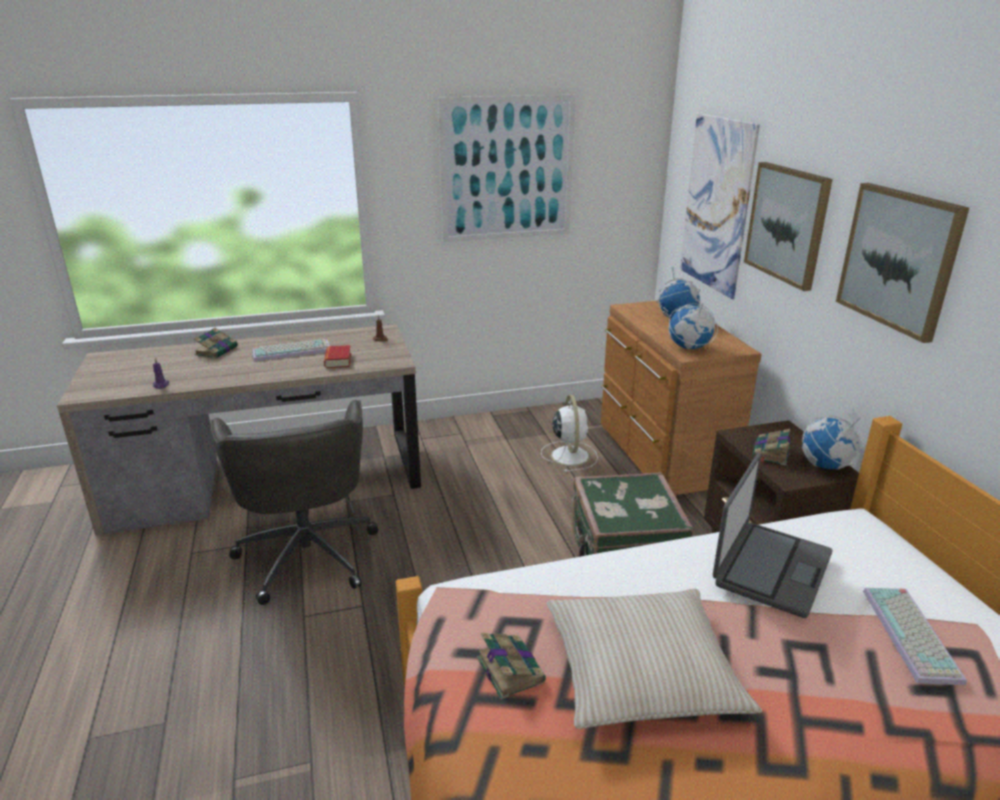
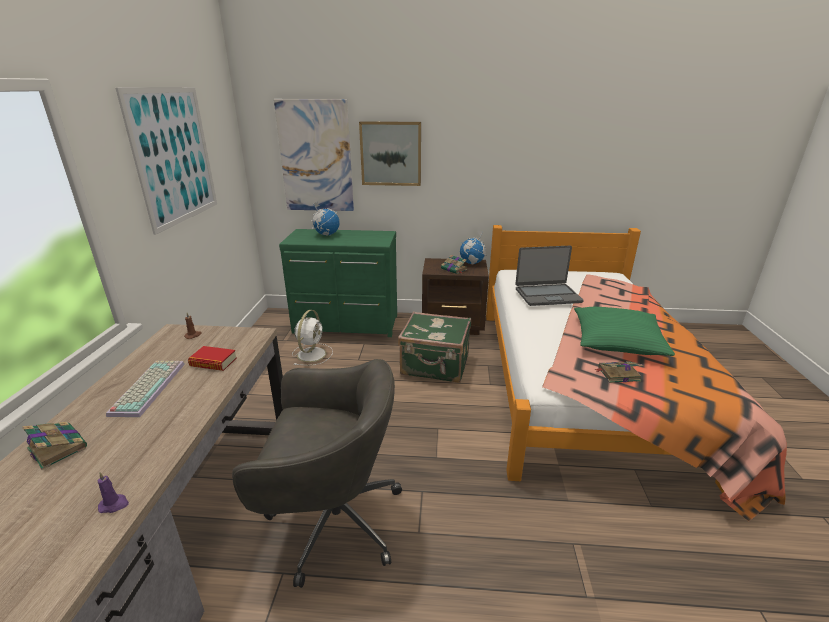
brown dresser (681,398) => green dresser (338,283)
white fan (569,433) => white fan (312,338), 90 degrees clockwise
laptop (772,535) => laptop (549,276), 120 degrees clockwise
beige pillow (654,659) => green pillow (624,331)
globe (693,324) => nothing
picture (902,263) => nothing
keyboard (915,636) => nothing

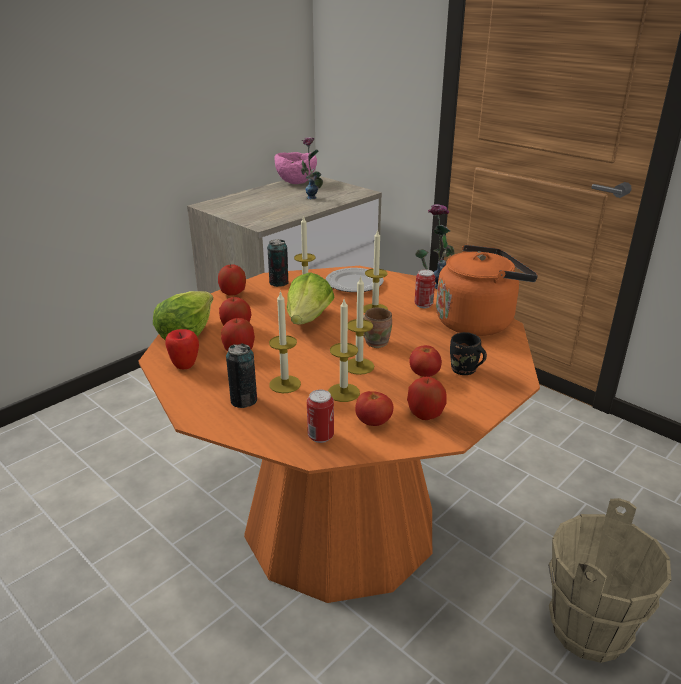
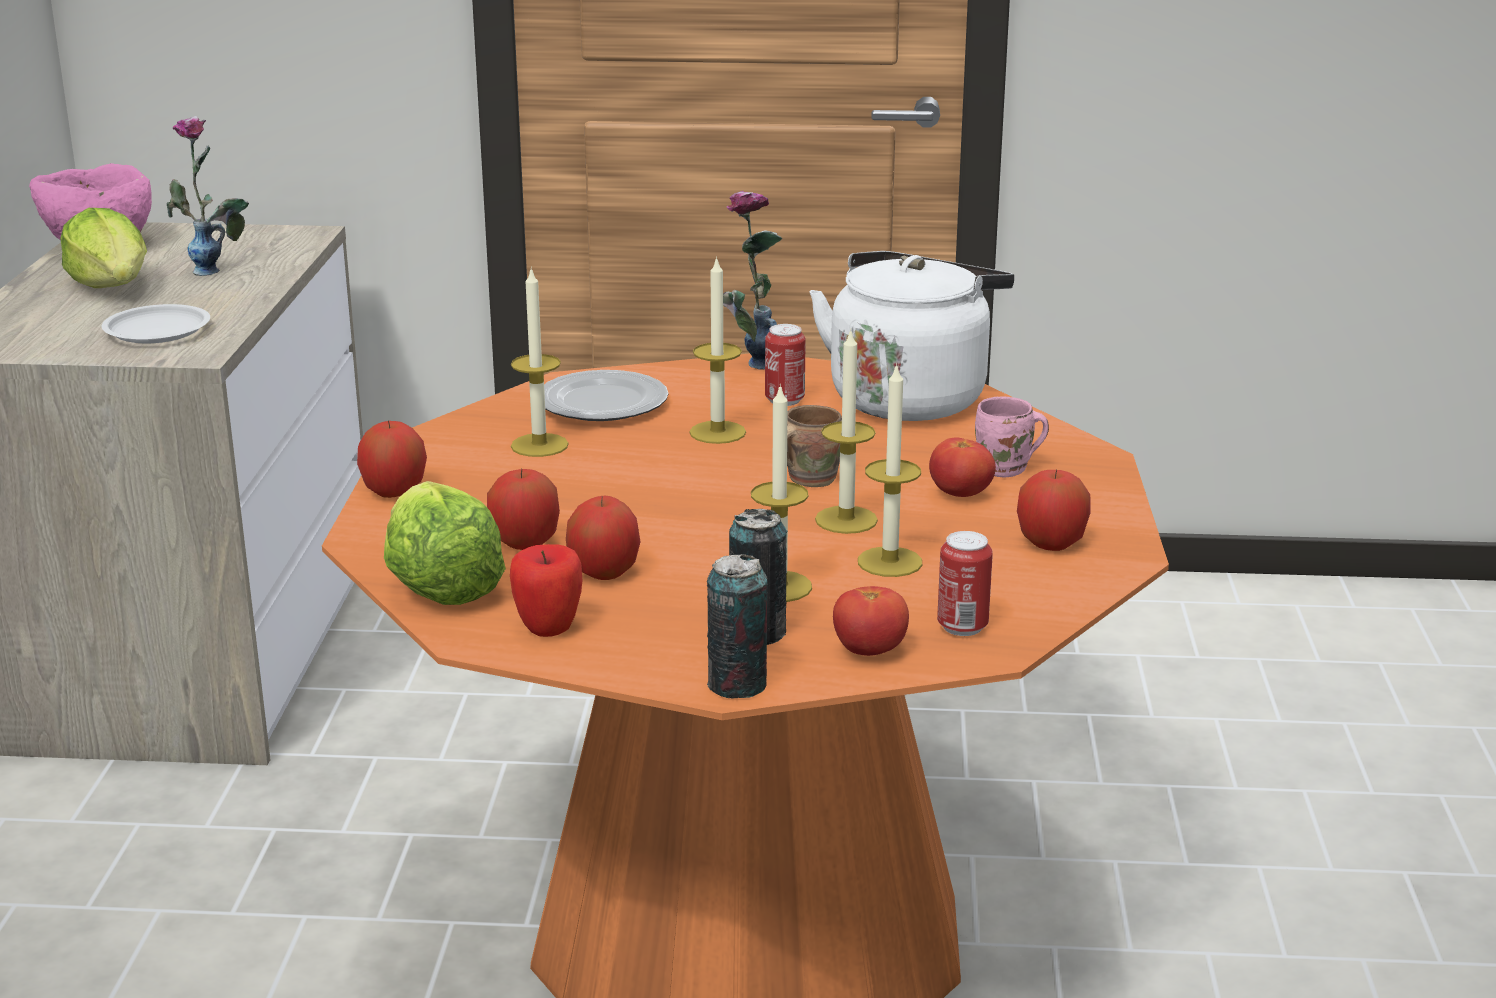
lettuce (310,298) => lettuce (103,248), move
nothing => white plate (156,323)
can (278,263) => can (737,626), move
orange kettle (487,290) => white kettle (912,336)
tomato (374,408) => tomato (871,621), move
black mug (468,353) => pink mug (1012,437)
beige bucket (609,580) => nothing

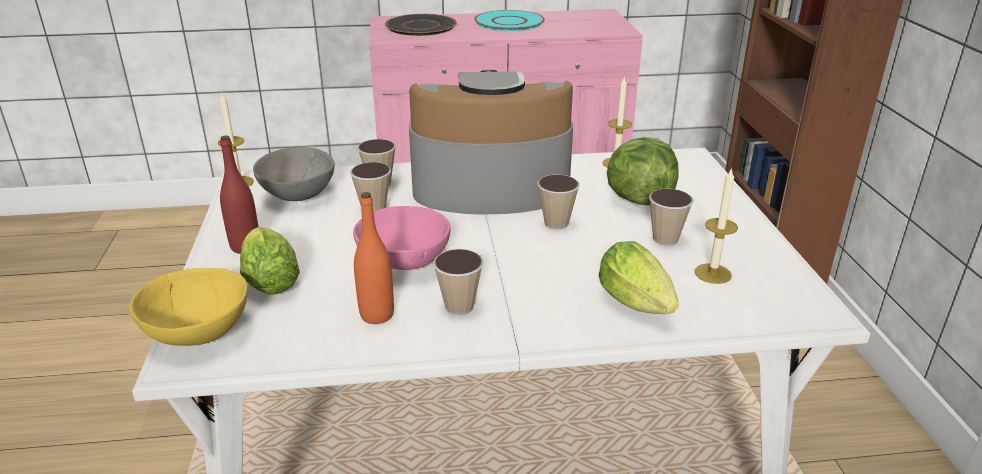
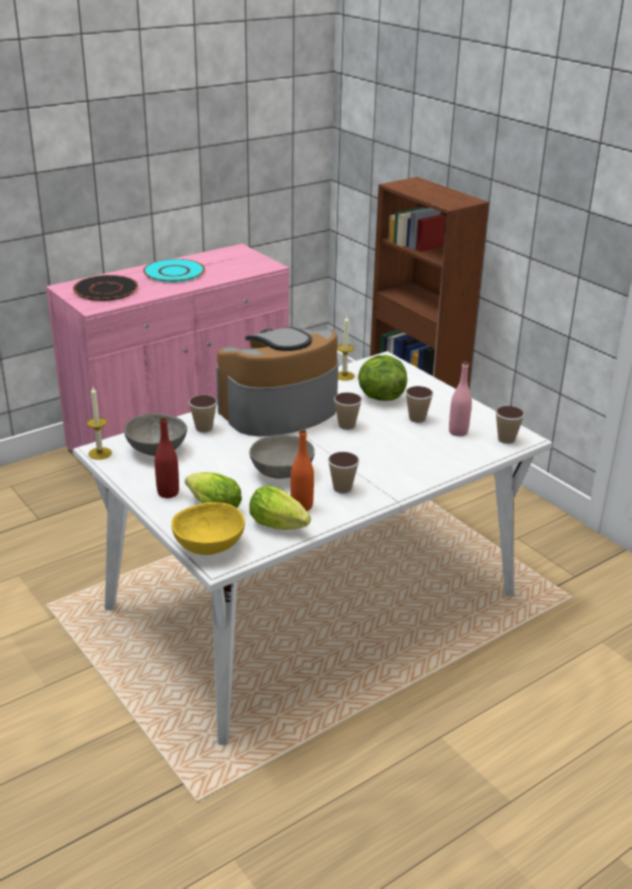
pink bowl (402,238) => grey bowl (282,457)
lettuce (639,277) => lettuce (280,507), move
candle (716,225) => pink bottle (460,398)
cup (370,187) => cup (510,425), move

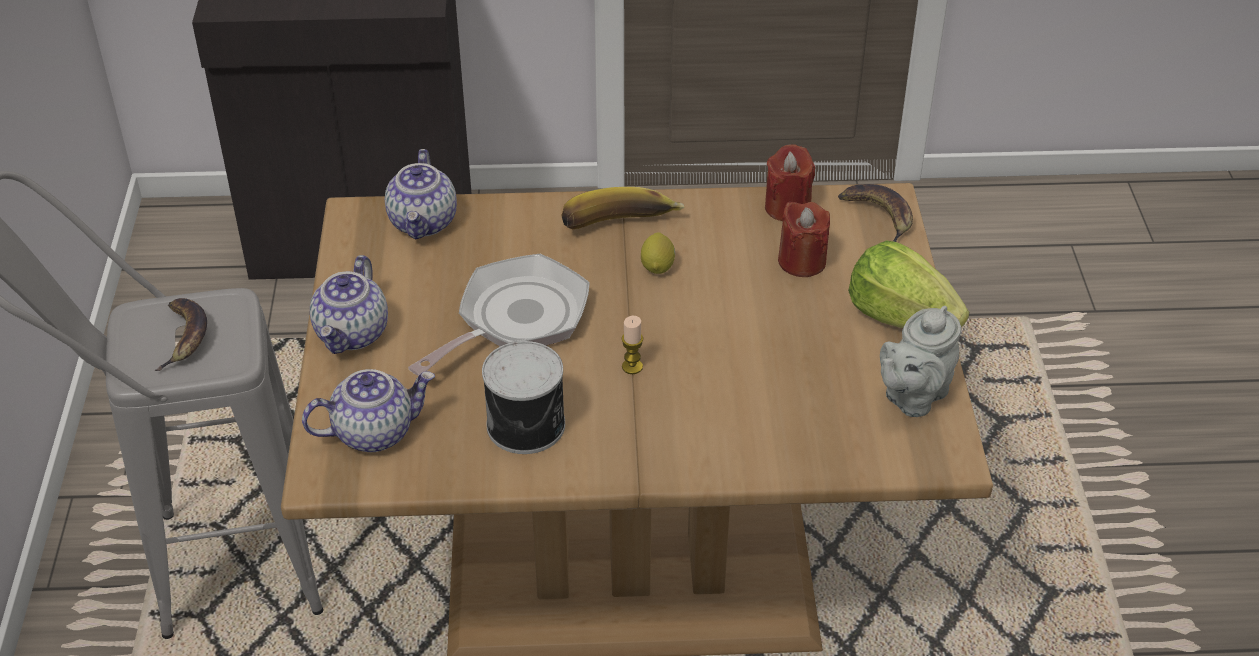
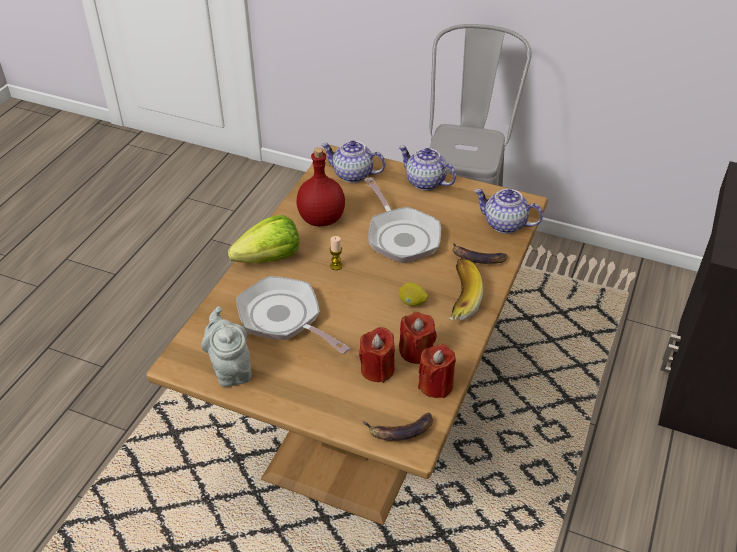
lettuce (908,284) => lettuce (263,239), move
nothing => frying pan (293,315)
can (523,397) => red bottle (320,186)
teapot (368,410) => teapot (353,161), 105 degrees clockwise
nothing => red candle (418,338)
banana (181,334) => banana (480,253), move

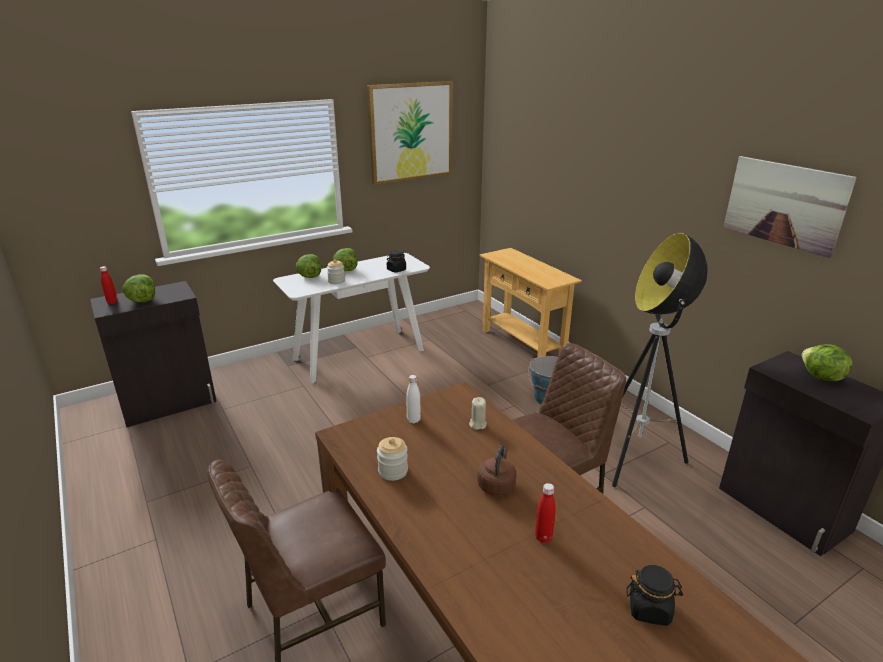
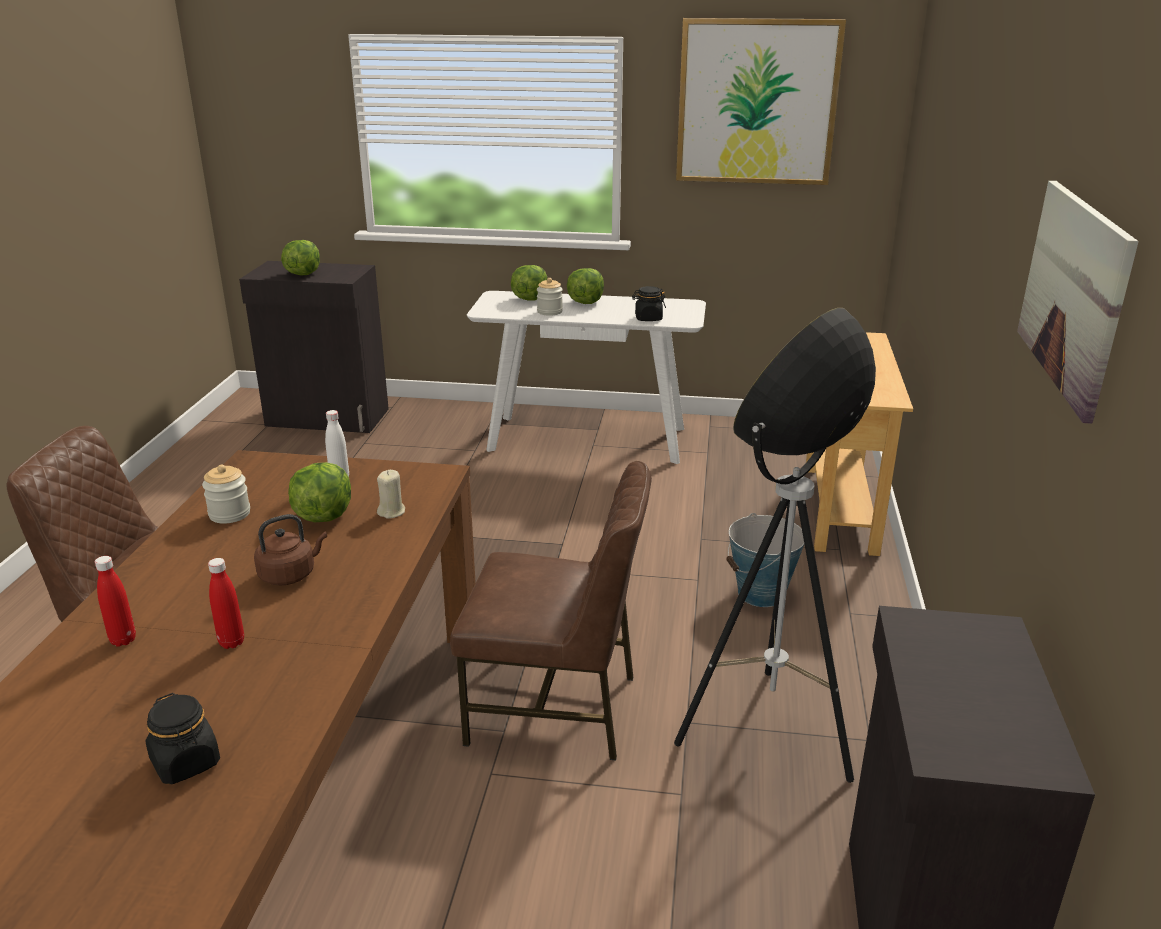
red bottle (109,285) => red bottle (115,601), move
lettuce (827,362) => lettuce (319,492), move

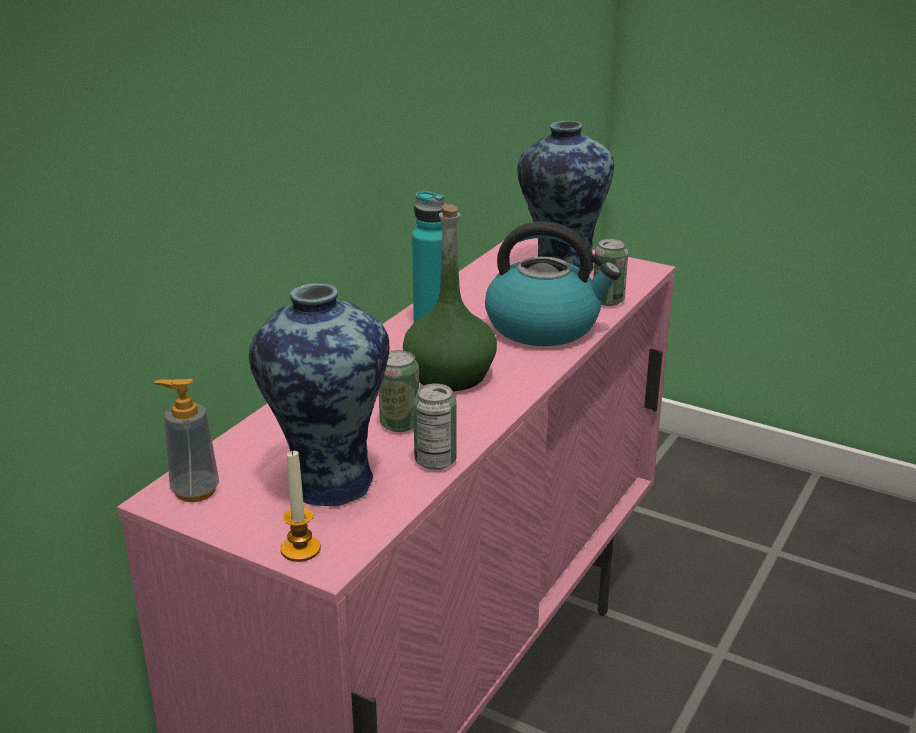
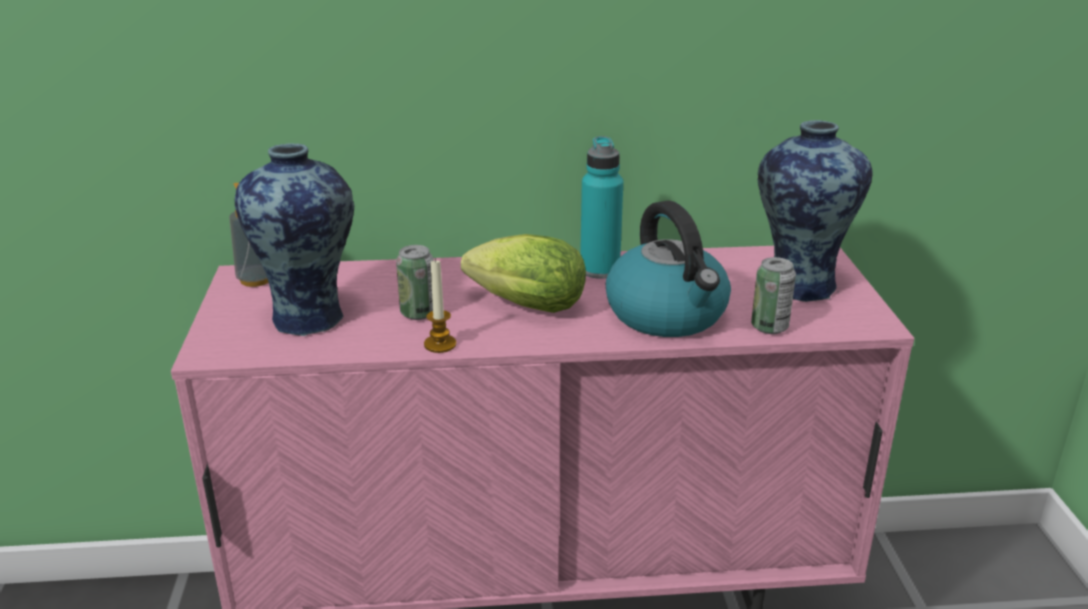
candle (301,505) => candle (440,305), move
green bottle (450,297) => lettuce (523,273)
can (435,426) => nothing

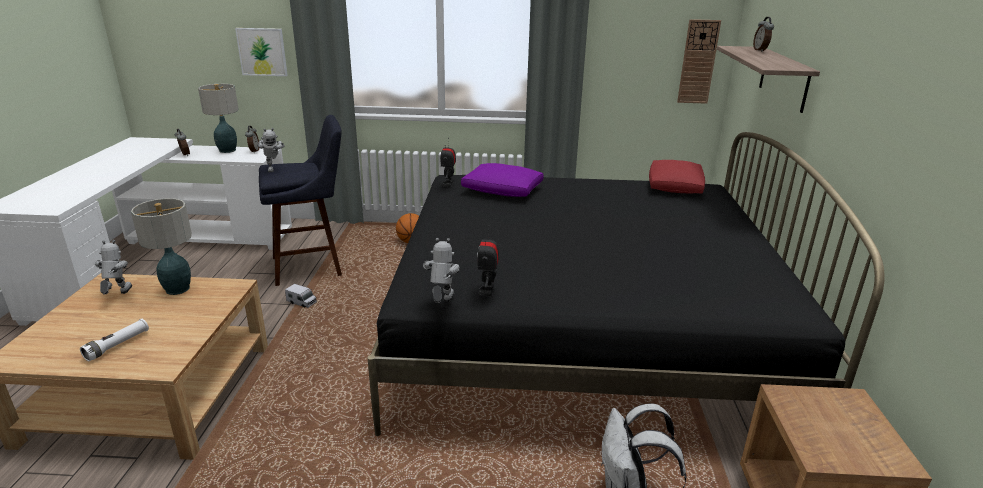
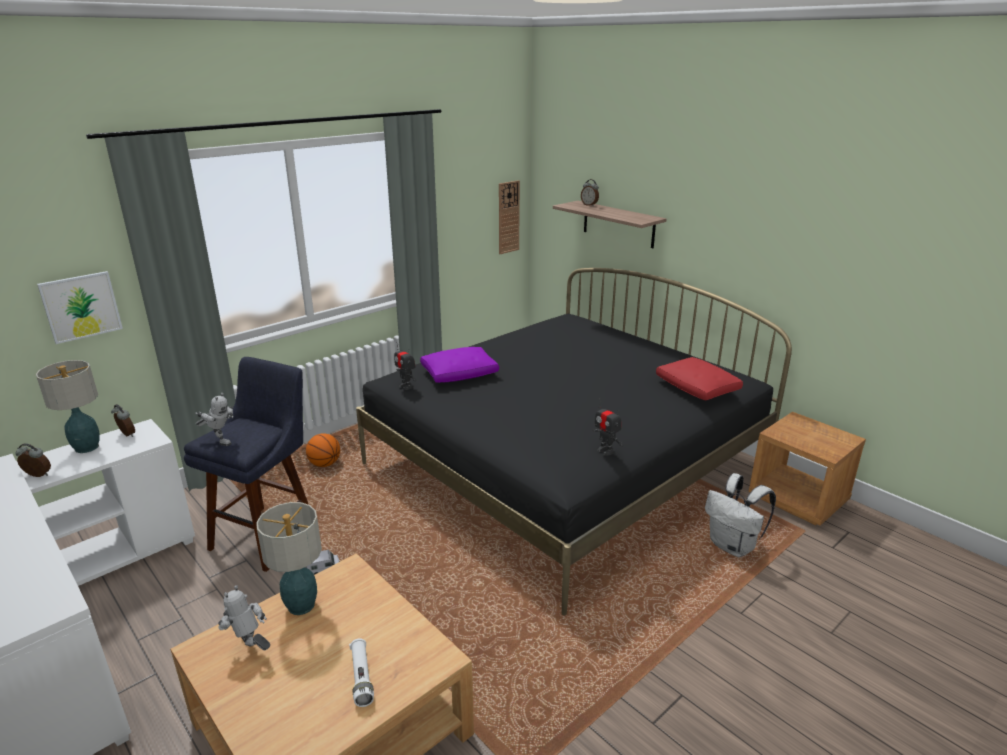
red pillow (677,177) => red pillow (699,378), move
toy robot (441,270) => nothing

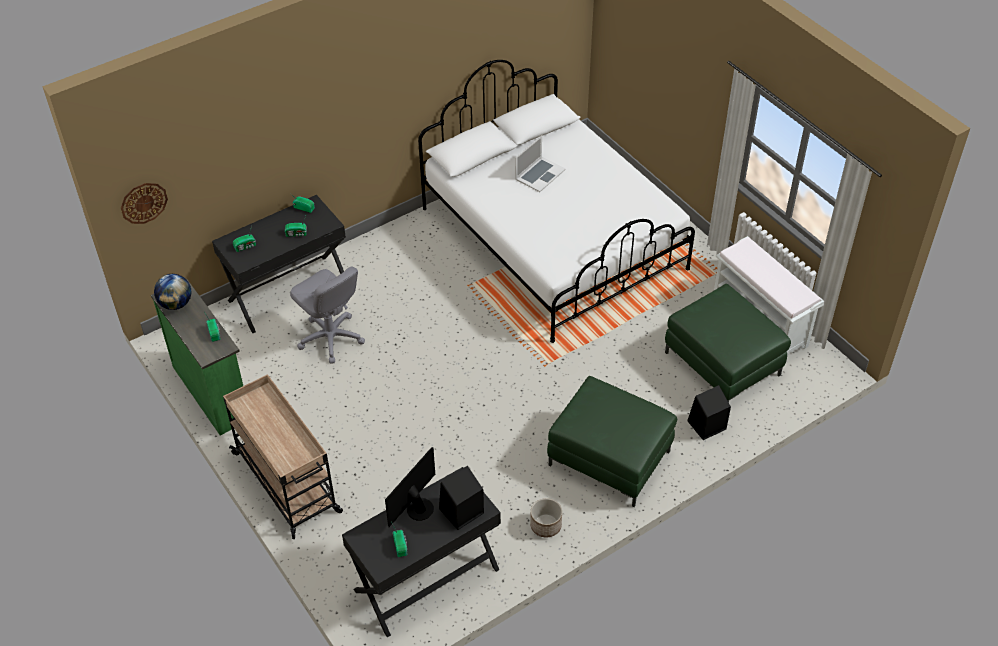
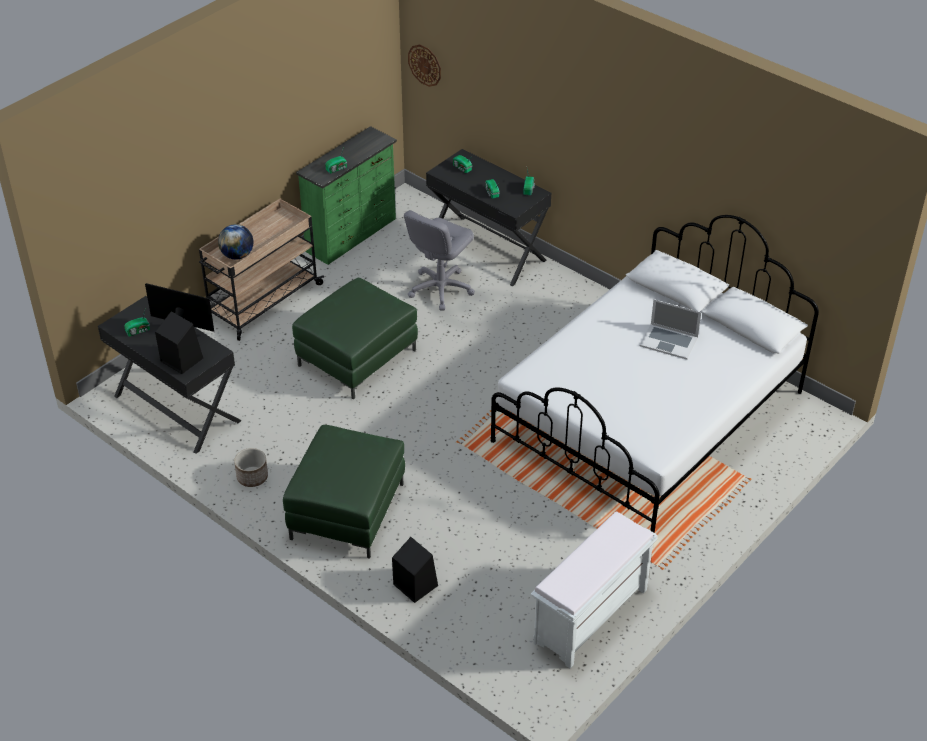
globe (172,292) => globe (235,242), move
green ottoman (728,343) => green ottoman (355,338), move

